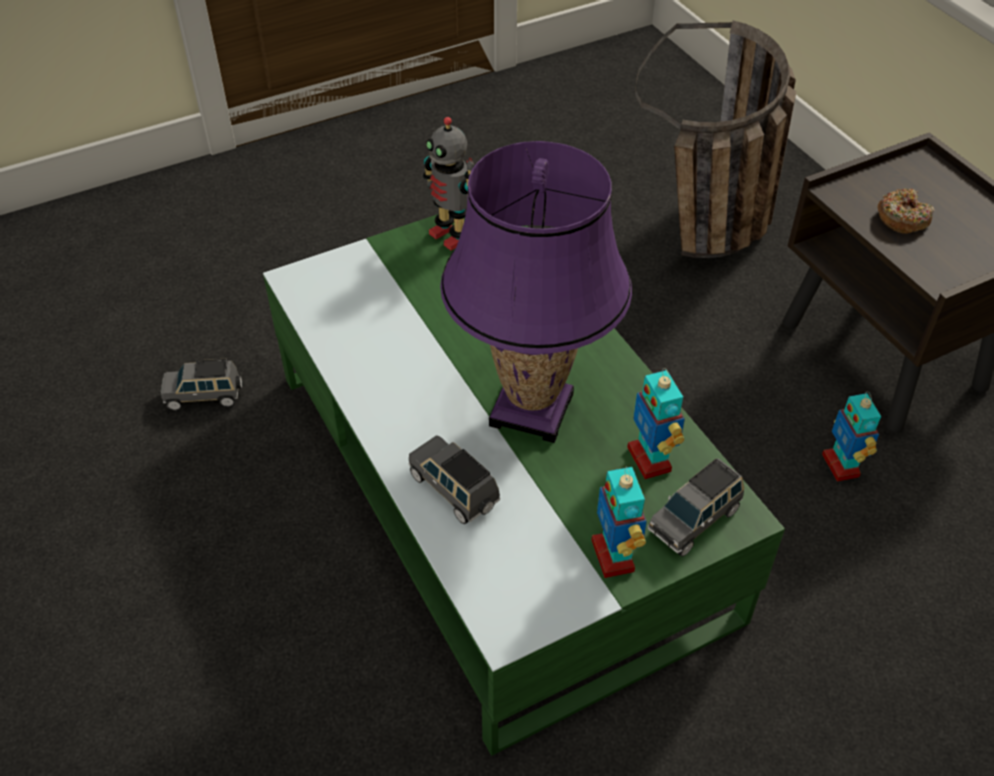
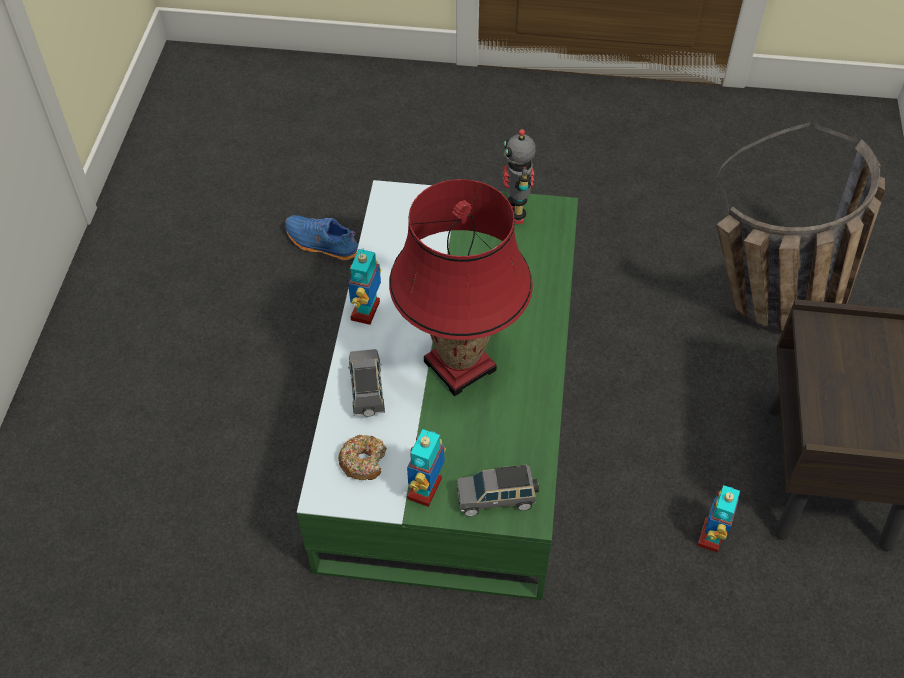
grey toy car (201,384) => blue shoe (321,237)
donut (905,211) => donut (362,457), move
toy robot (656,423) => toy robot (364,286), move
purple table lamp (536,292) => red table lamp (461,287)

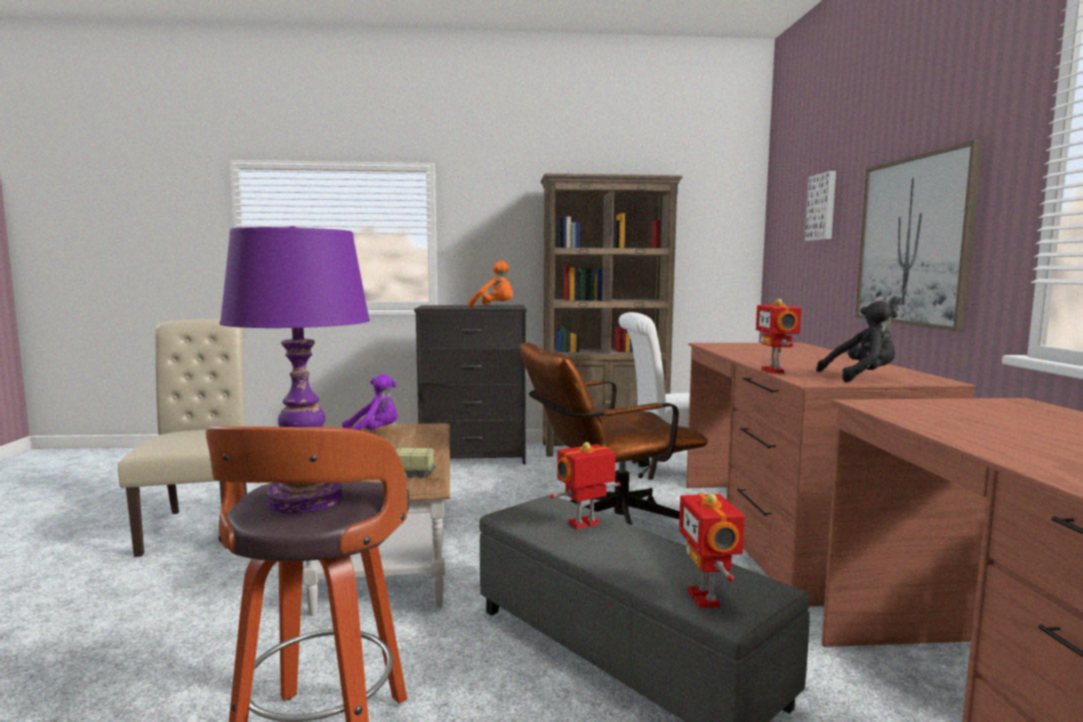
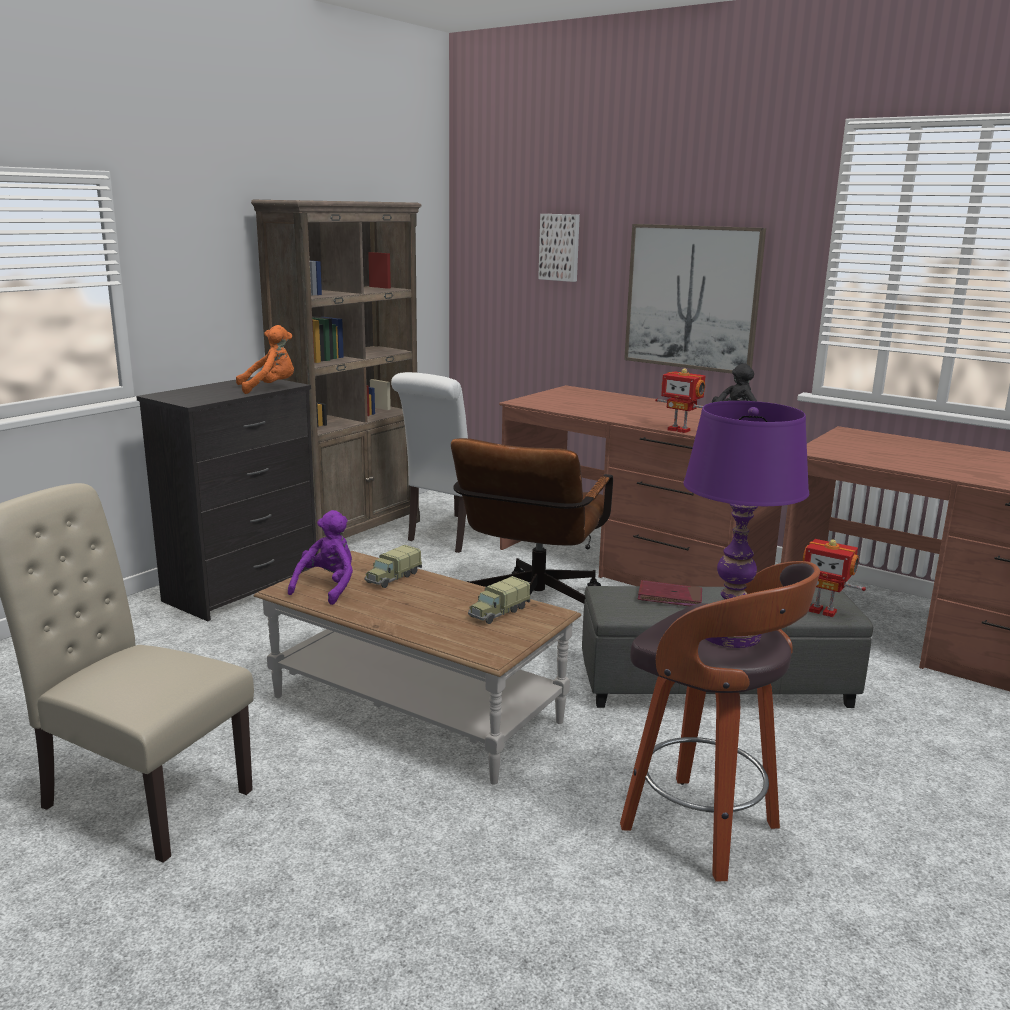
nothing => toy truck (393,566)
toy robot (585,485) => red book (670,593)

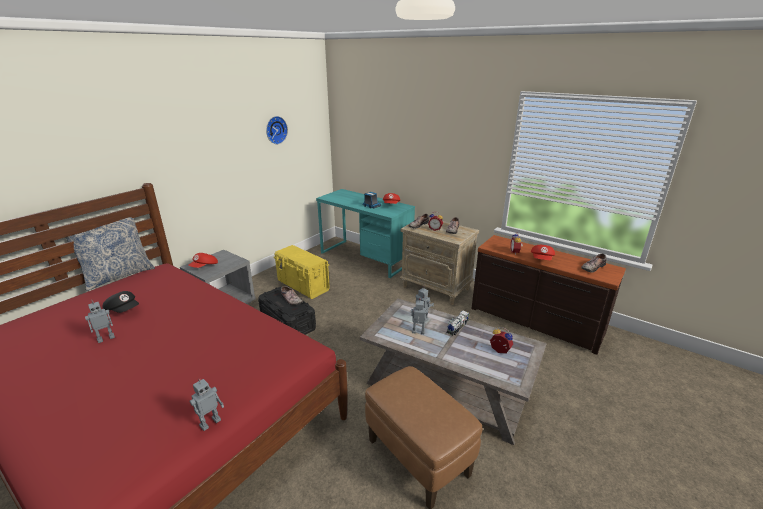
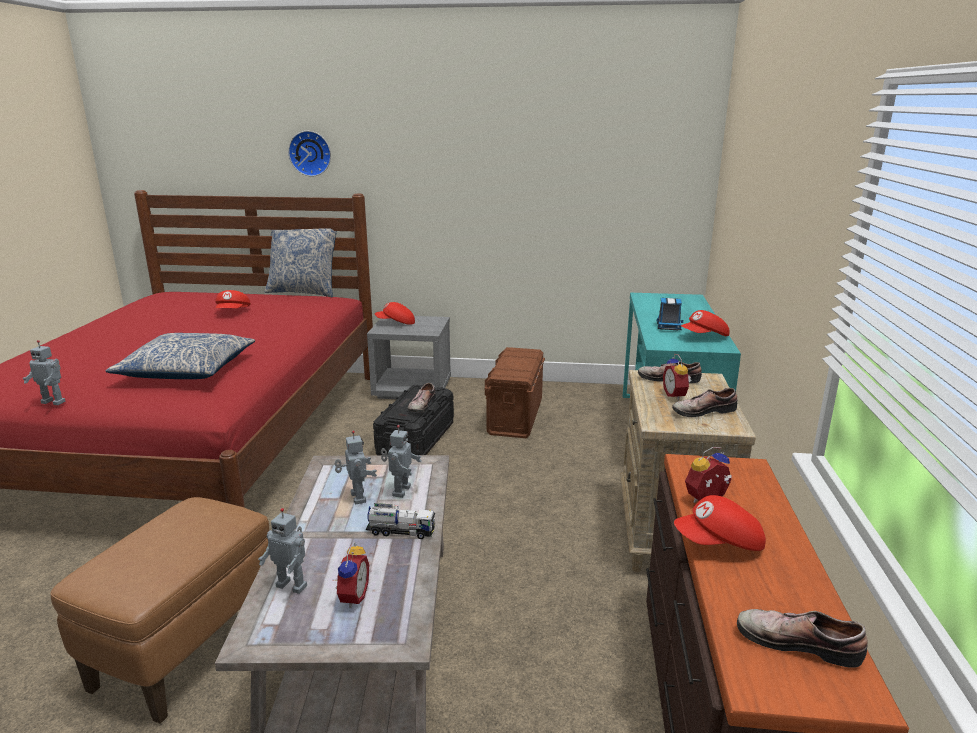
nothing => pillow (180,356)
black cap (120,302) => red cap (233,299)
toy robot (100,321) => toy robot (283,551), move
wall clock (277,130) => wall clock (309,154), move
yellow storage box (302,272) => brown storage box (515,392)

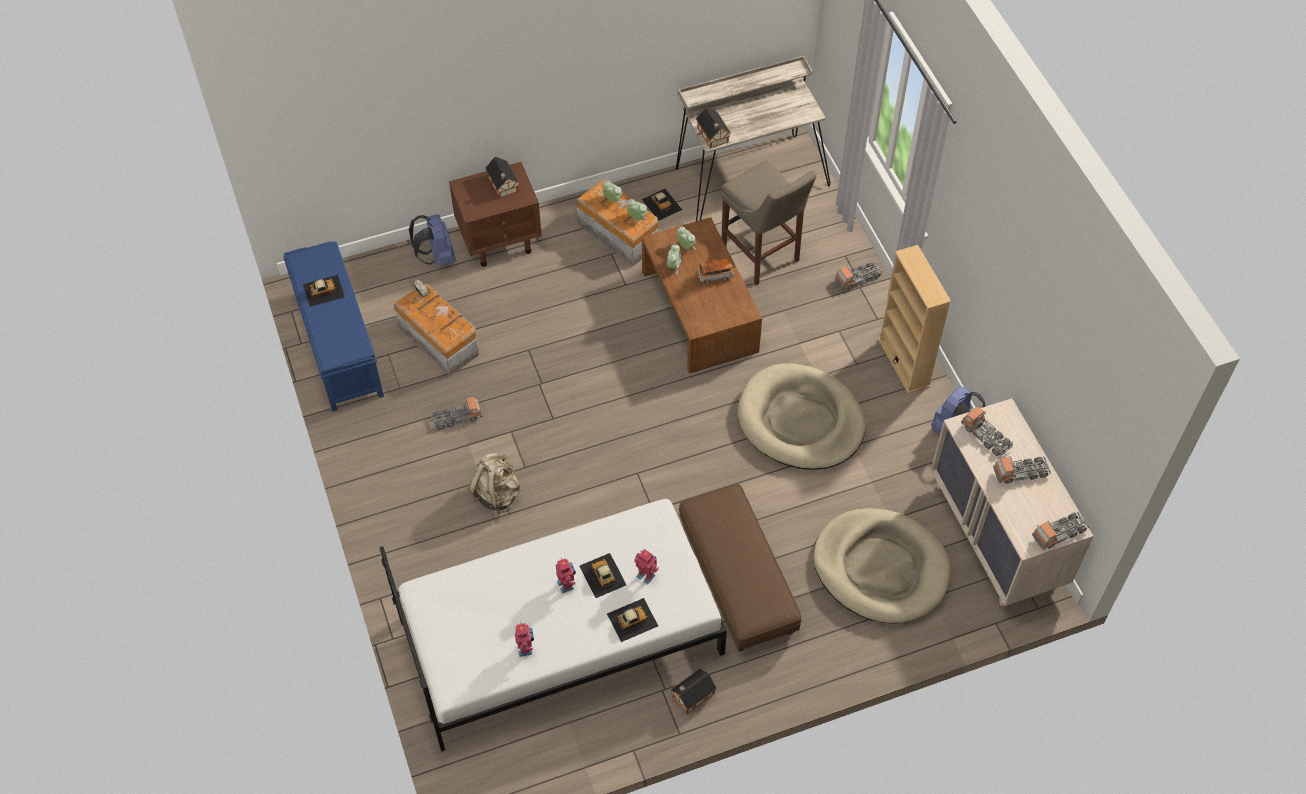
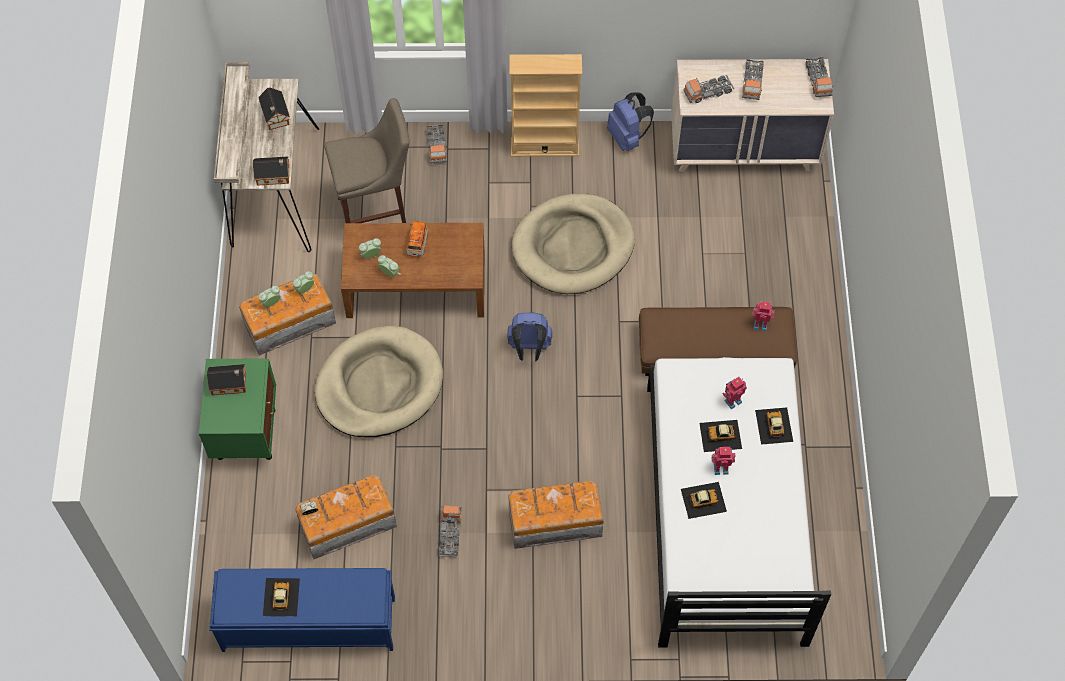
brown nightstand (495,214) => green nightstand (237,409)
toy house (693,691) => toy house (274,108), move
beige dog bed (882,566) => beige dog bed (379,381), move
blue backpack (432,240) => blue backpack (529,336), move
beige backpack (494,483) => storage box (556,514)
toy car (662,205) => toy car (704,500), move
toy robot (524,639) => toy robot (763,316), move

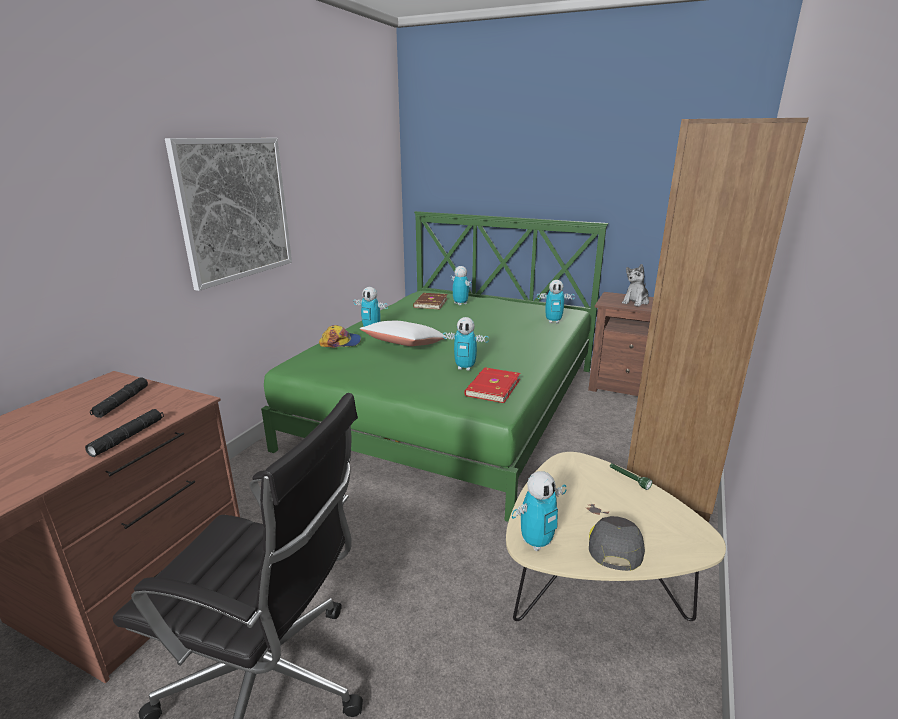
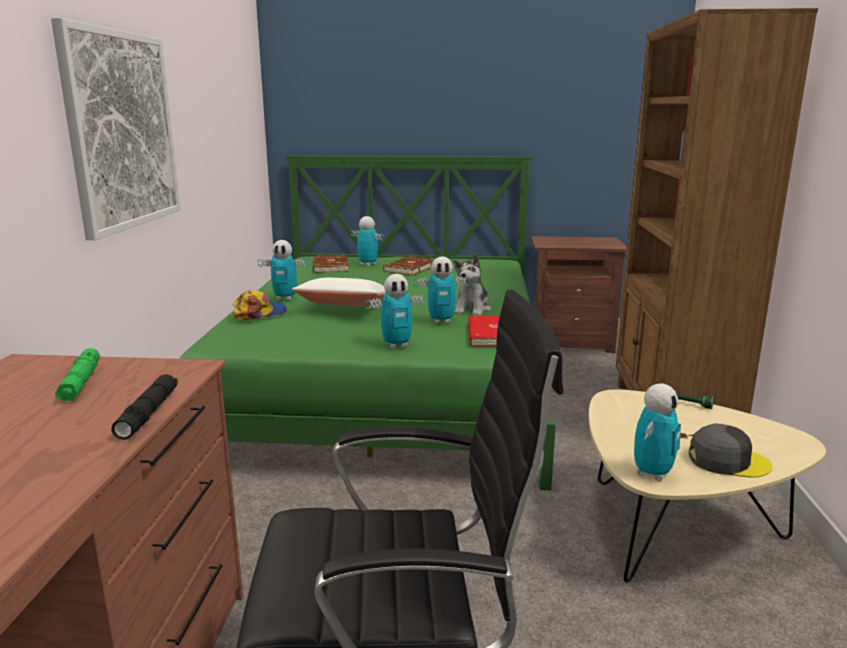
black flashlight (119,397) => green flashlight (77,374)
toy robot (556,301) => toy robot (396,311), move
nothing => brown book (409,265)
plush toy (635,285) => plush toy (472,285), move
grey cap (617,543) => grey cap (730,451), 105 degrees clockwise

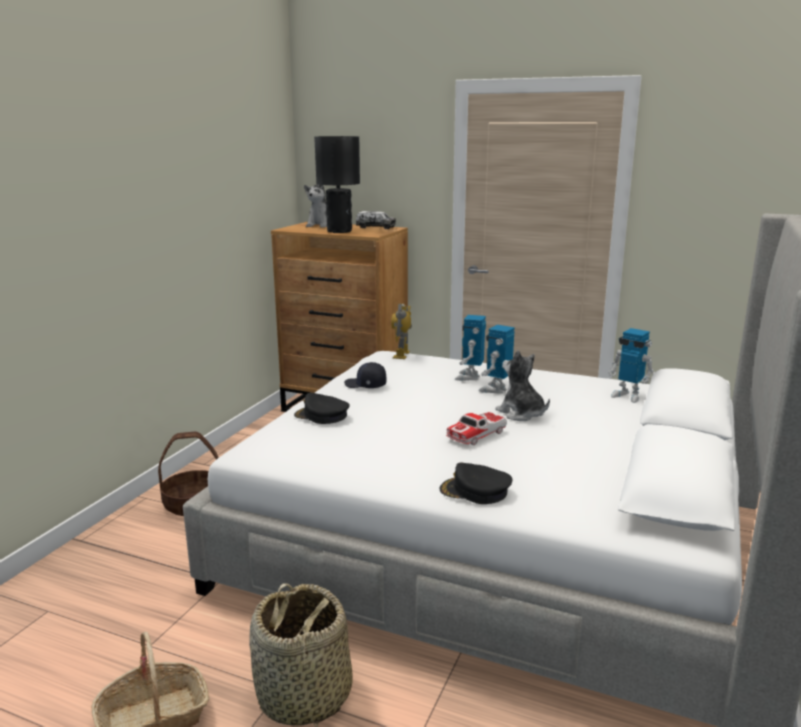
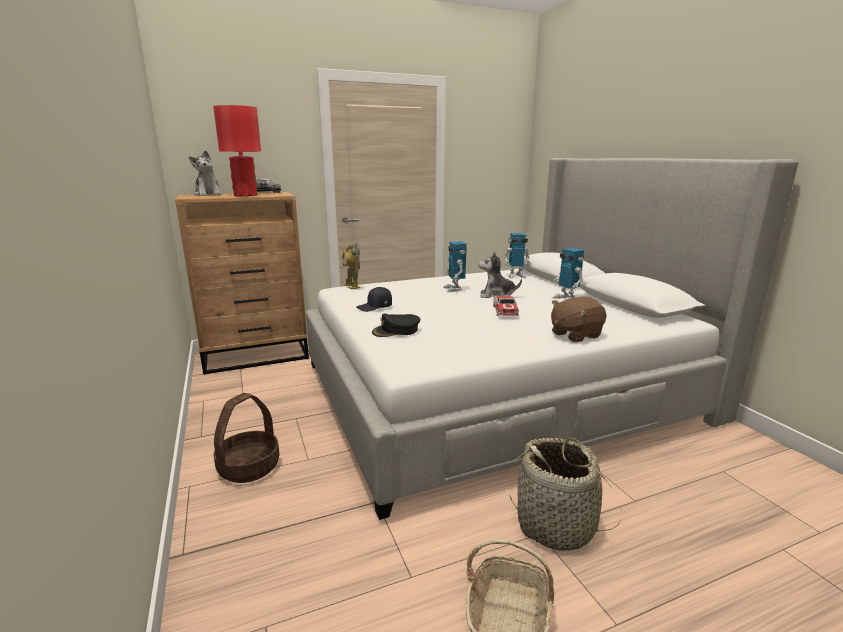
black table lamp (337,184) => red table lamp (237,151)
black cap (476,483) => brown plush toy (578,319)
toy robot (470,348) => toy robot (568,274), move

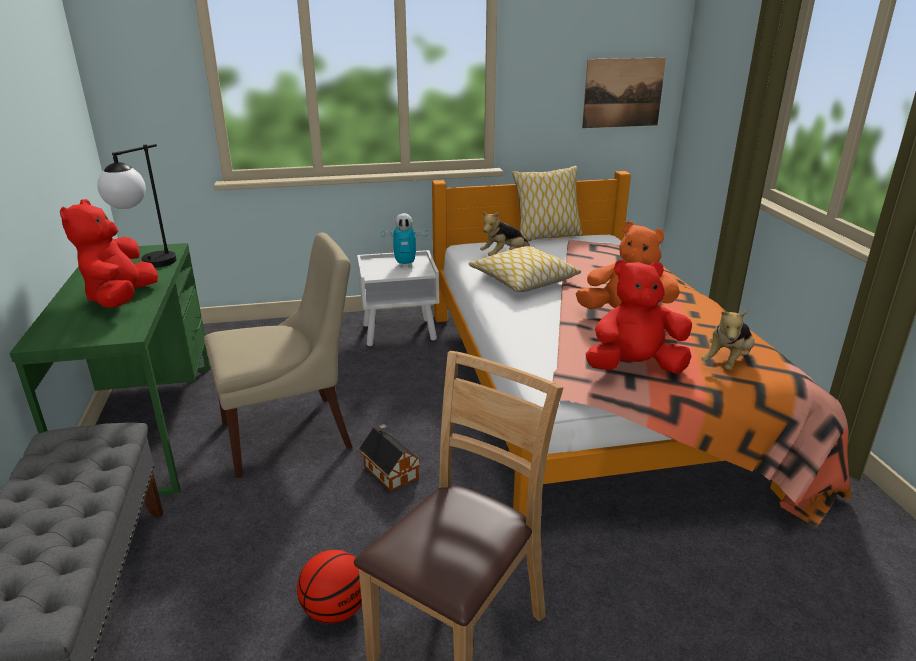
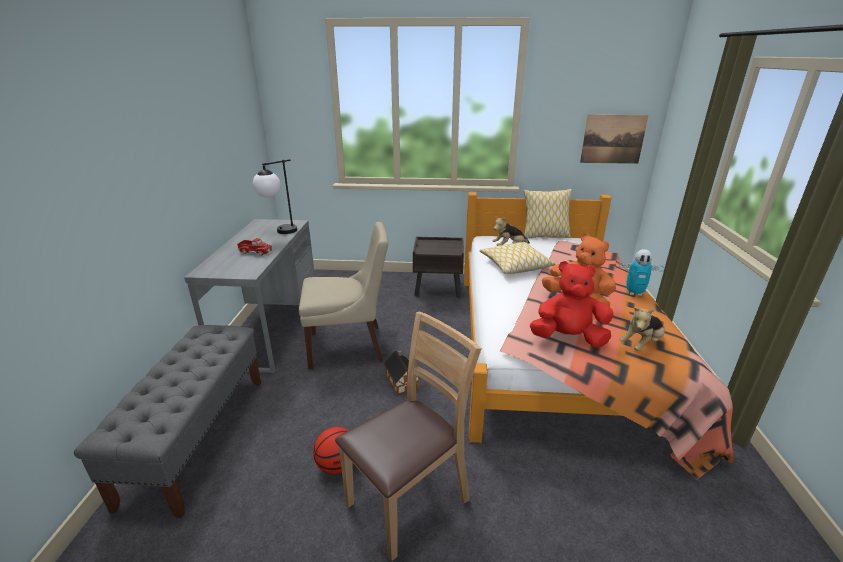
green desk (110,369) => grey desk (249,296)
red plush toy (109,253) => toy truck (255,247)
white nightstand (398,298) => brown nightstand (438,267)
toy robot (404,240) => toy robot (641,272), move

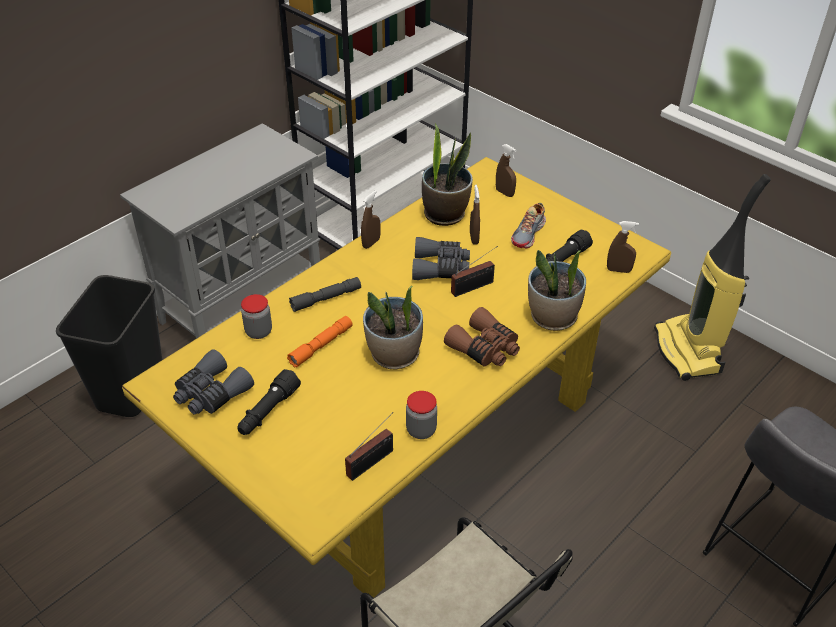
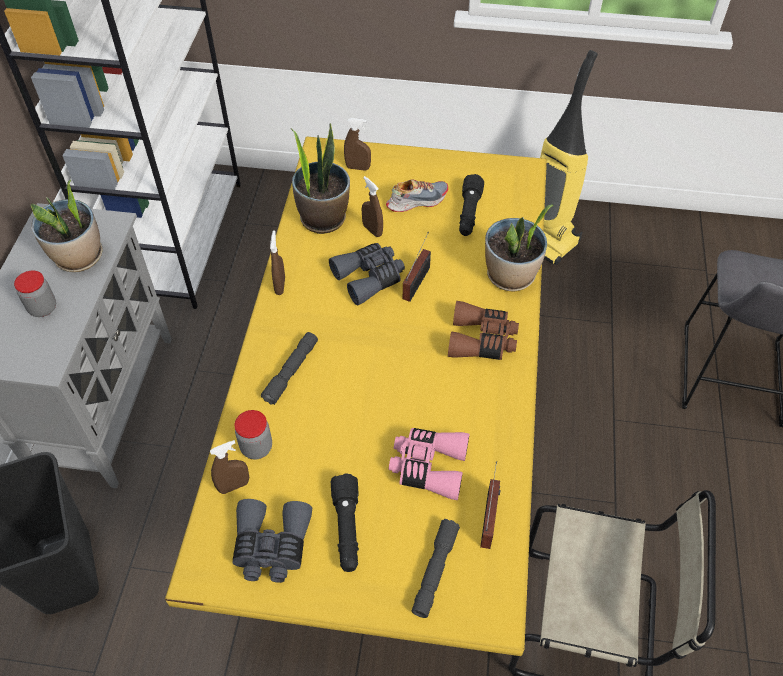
jar (421,415) => jar (35,294), move
potted plant (393,327) => potted plant (67,226), move
brown spray bottle (623,247) => brown spray bottle (229,467), move
shoe (528,225) => shoe (417,196), 105 degrees counterclockwise
nothing => pink binoculars (429,464)
nothing => grey flashlight (436,568)
orange flashlight (320,341) => nothing

